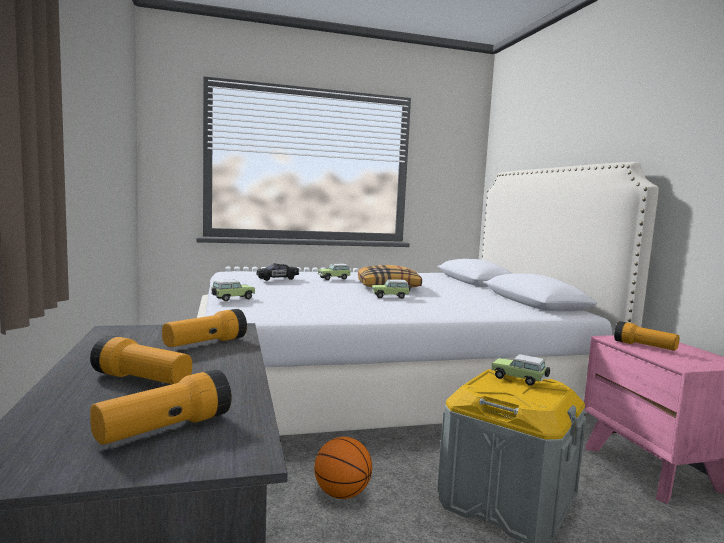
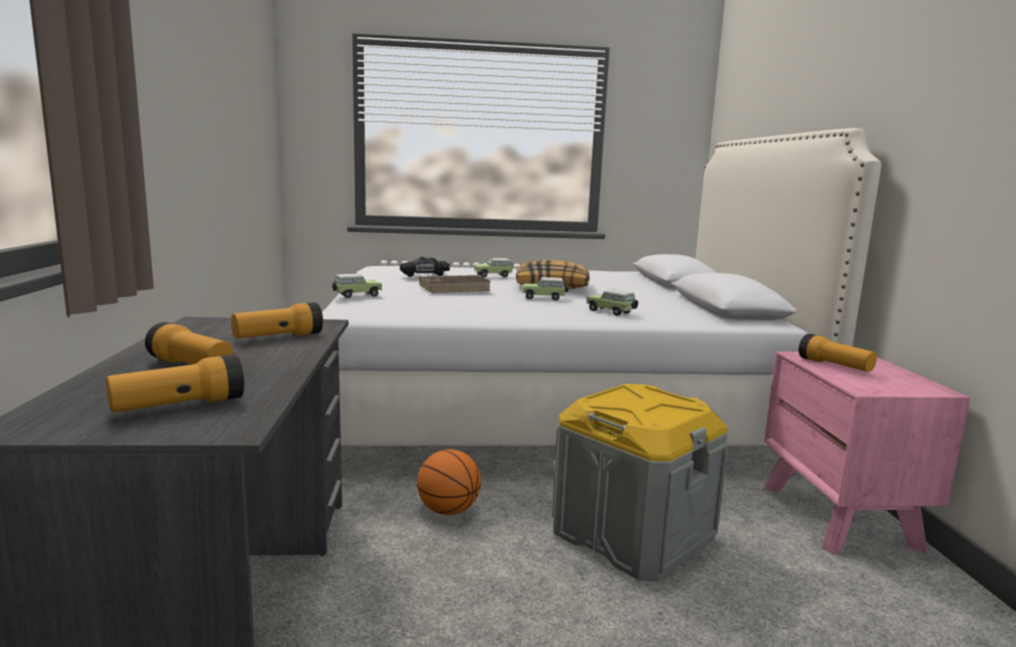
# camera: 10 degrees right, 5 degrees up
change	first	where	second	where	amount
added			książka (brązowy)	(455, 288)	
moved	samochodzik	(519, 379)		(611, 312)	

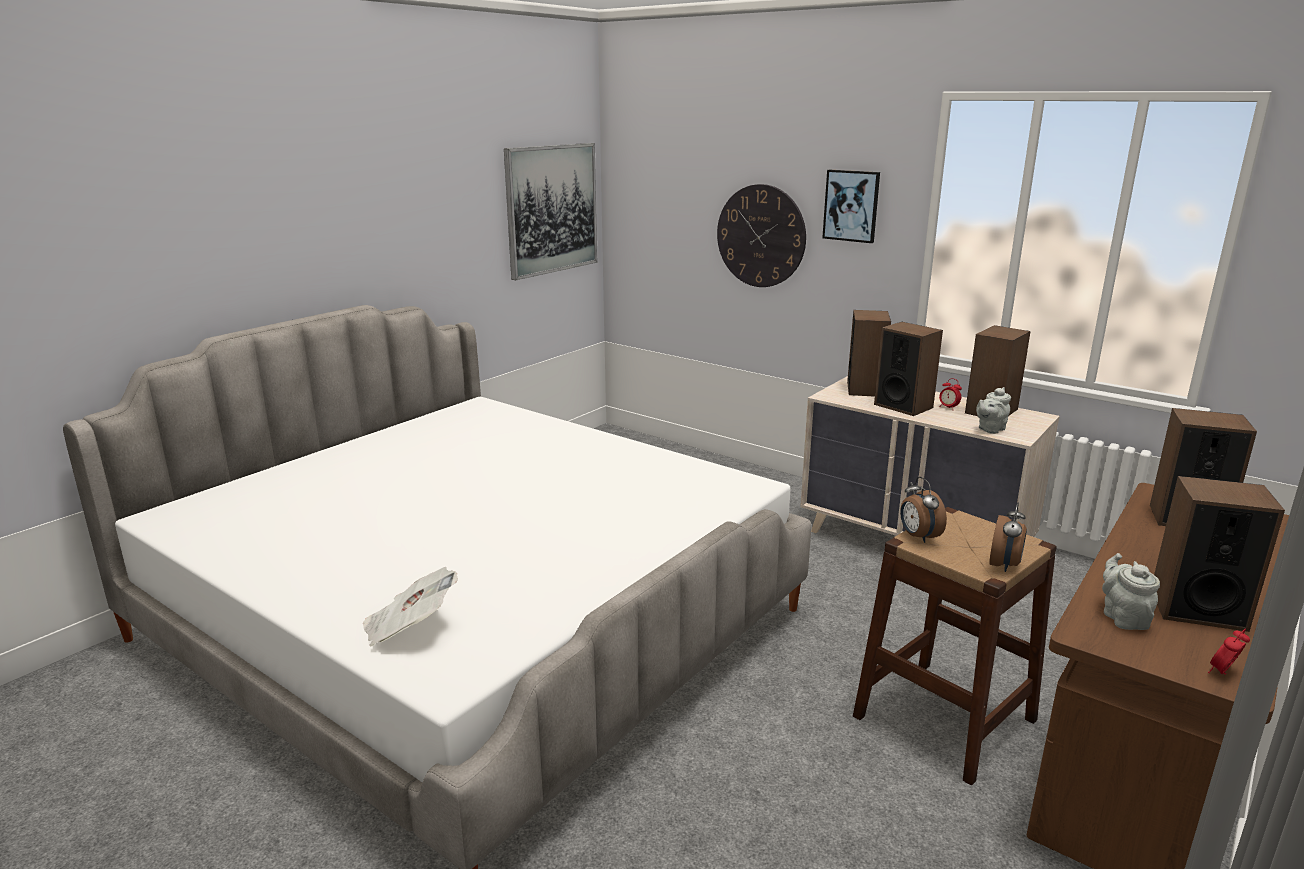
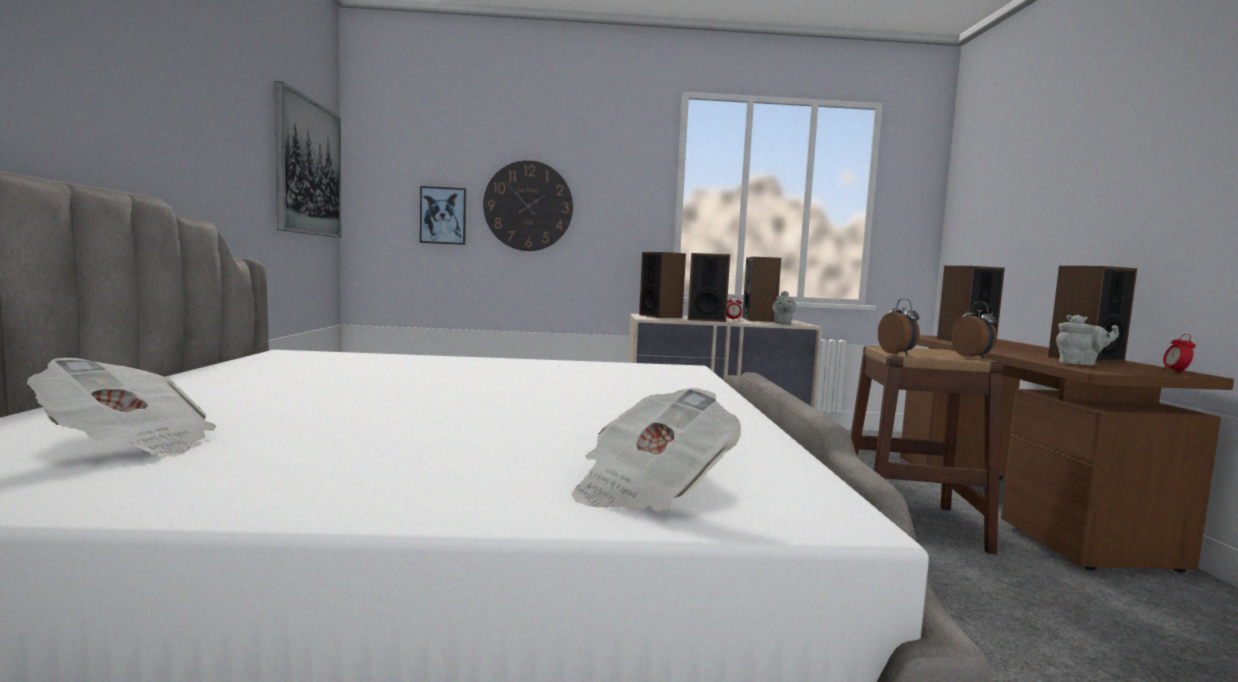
# camera: 40 degrees left, 15 degrees down
change	first	where	second	where	amount
added			gazeta	(131, 445)	
moved	obraz	(851, 206)		(443, 215)	
turned	budzik	(918, 536)		(898, 353)	135 degrees counterclockwise
turned	imbryk (szary)	(1123, 617)		(1080, 364)	150 degrees clockwise

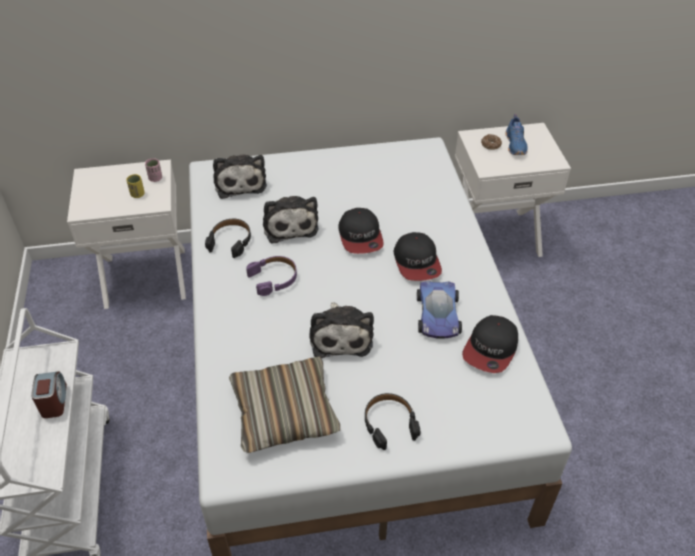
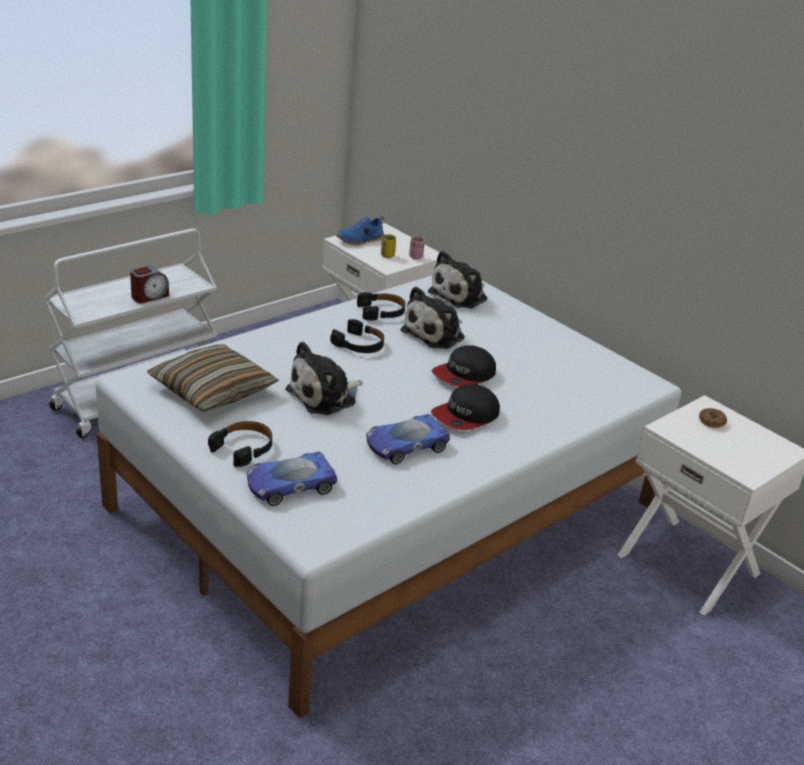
# camera: 55 degrees right, 15 degrees down
change	first	where	second	where	amount
added			samochodzik	(289, 485)	
recoloured	słuchawki (fioletowy)	(274, 278)	słuchawki (czarny)	(359, 344)	
moved	but (niebieski)	(516, 145)		(360, 240)	
removed	czapka z daszkiem	(491, 349)			

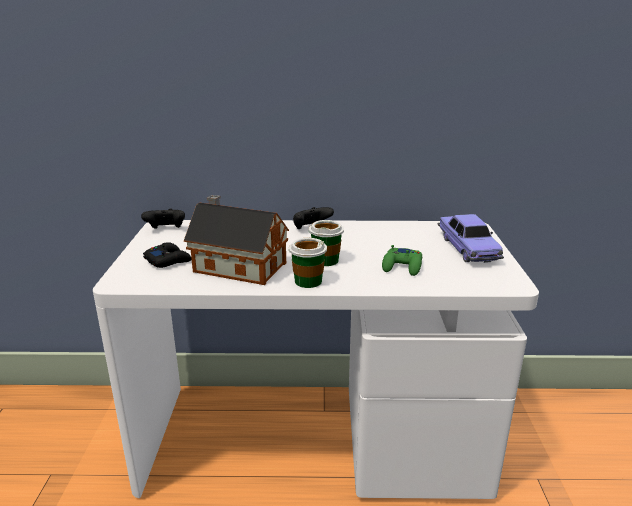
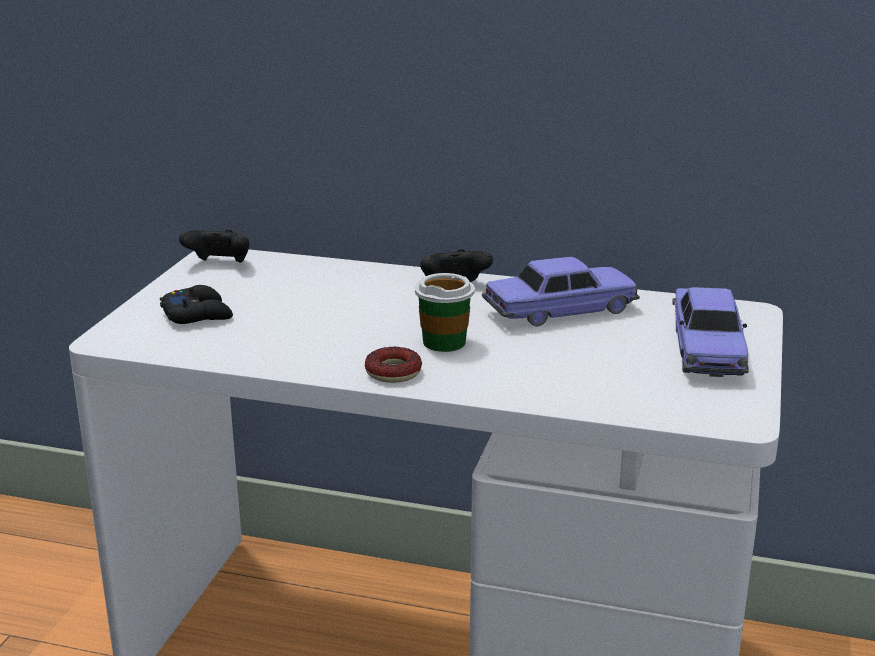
# camera: 15 degrees right, 0 degrees up
change	first	where	second	where	amount
replaced	filiżanka	(308, 281)	donut	(393, 372)	
added			samochodzik	(560, 311)	
removed	domek	(237, 266)			
removed	pad do gier (zielony)	(402, 266)			

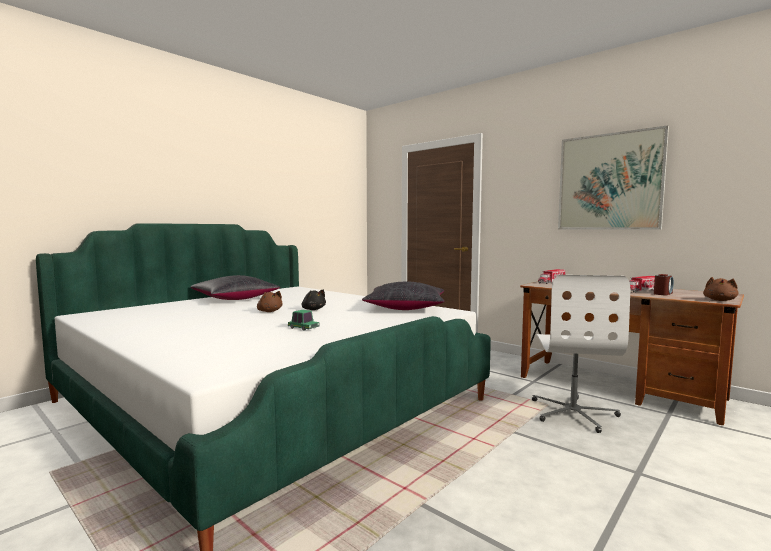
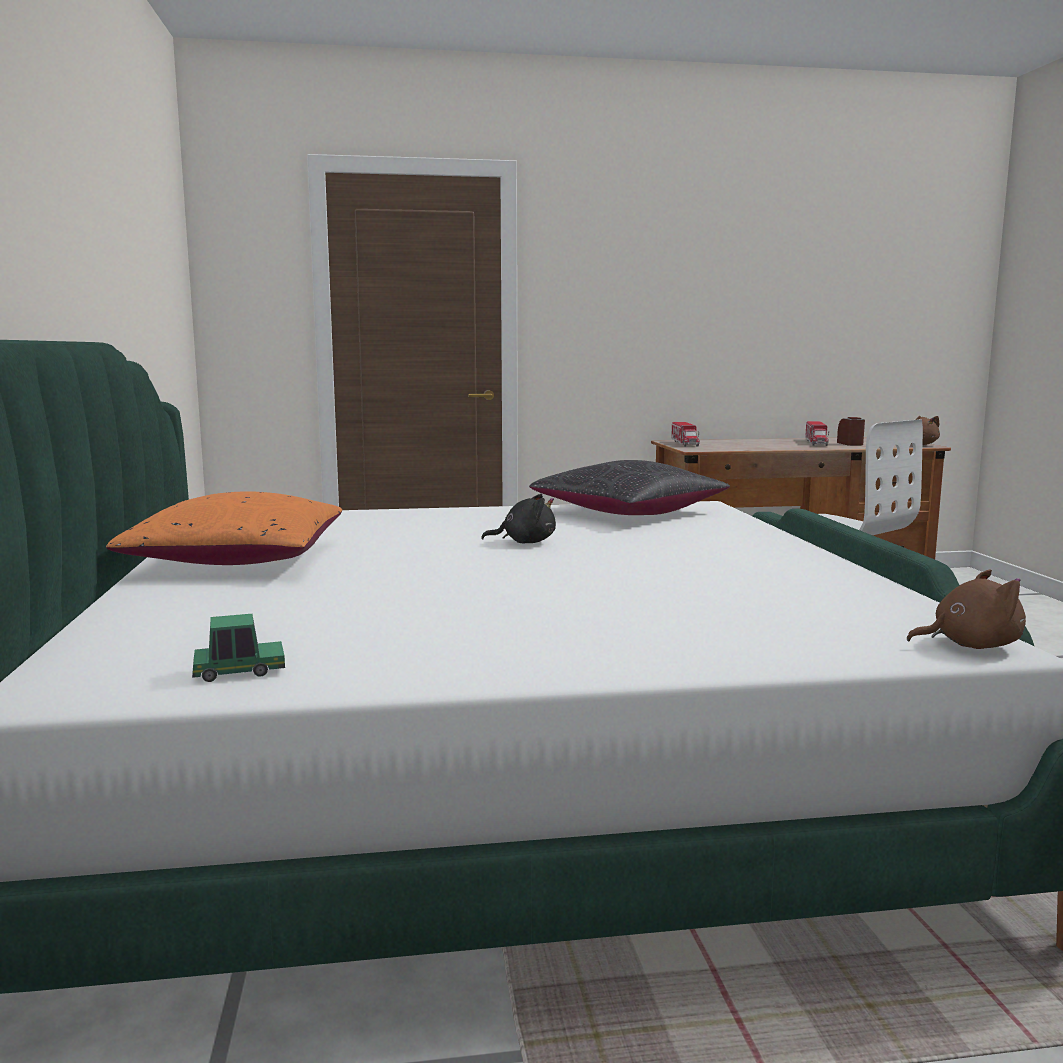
# camera: 50 degrees left, 5 degrees up
change	first	where	second	where	amount
recoloured	poduszka (czarny)	(235, 299)	poduszka (pomarańczowy)	(238, 560)	
moved	samochodzik	(303, 328)		(239, 671)	
moved	pluszak (brązowy)	(269, 311)		(970, 645)	
removed	obraz	(609, 182)			

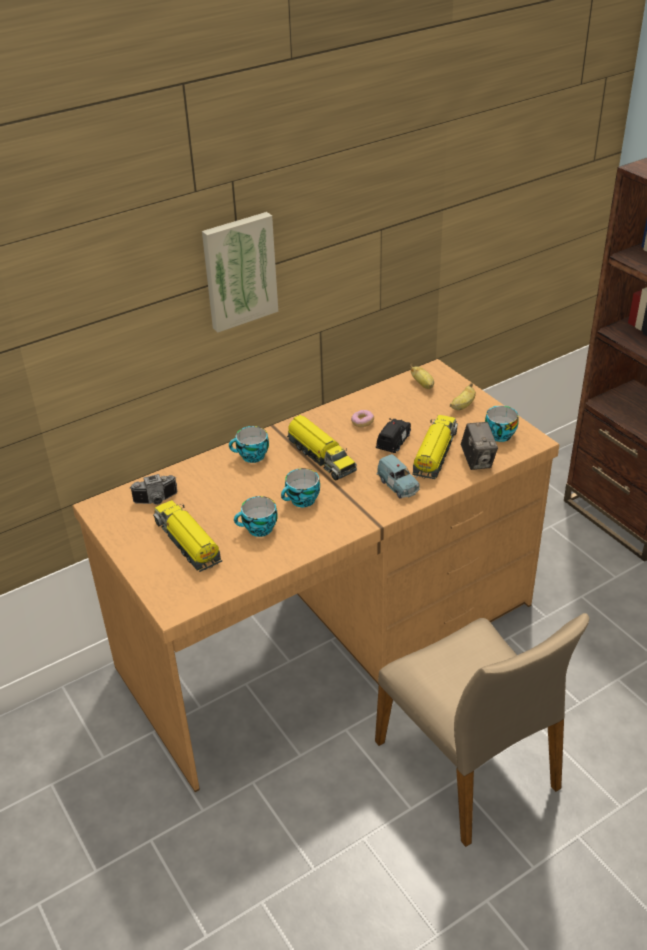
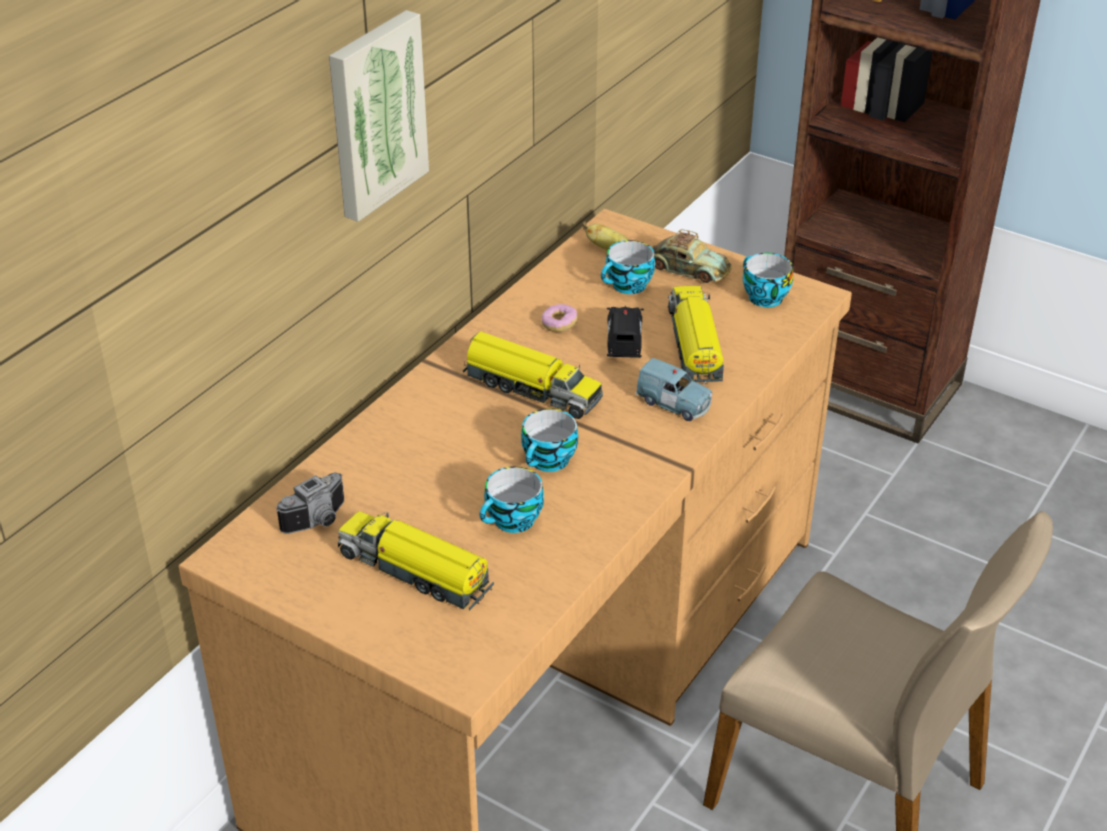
# camera: 25 degrees left, 0 degrees up
change	first	where	second	where	amount
moved	filiżanka	(251, 456)		(628, 286)	
replaced	banan	(462, 406)	samochodzik	(686, 269)	
removed	aparat fotograficzny	(477, 461)			

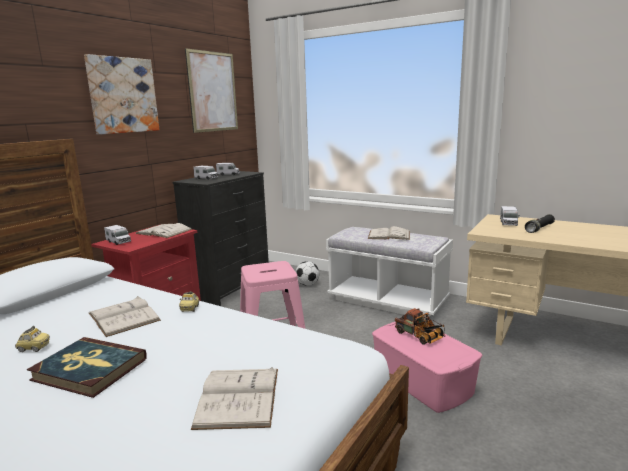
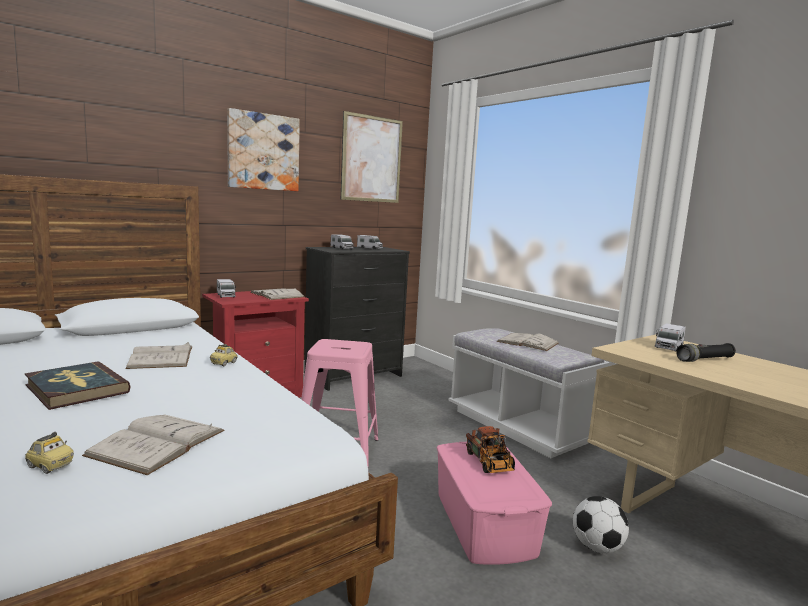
# camera: 20 degrees right, 5 degrees down
change	first	where	second	where	amount
moved	samochodzik	(34, 348)		(49, 466)	
moved	piłka futbolowa	(307, 284)		(597, 547)	

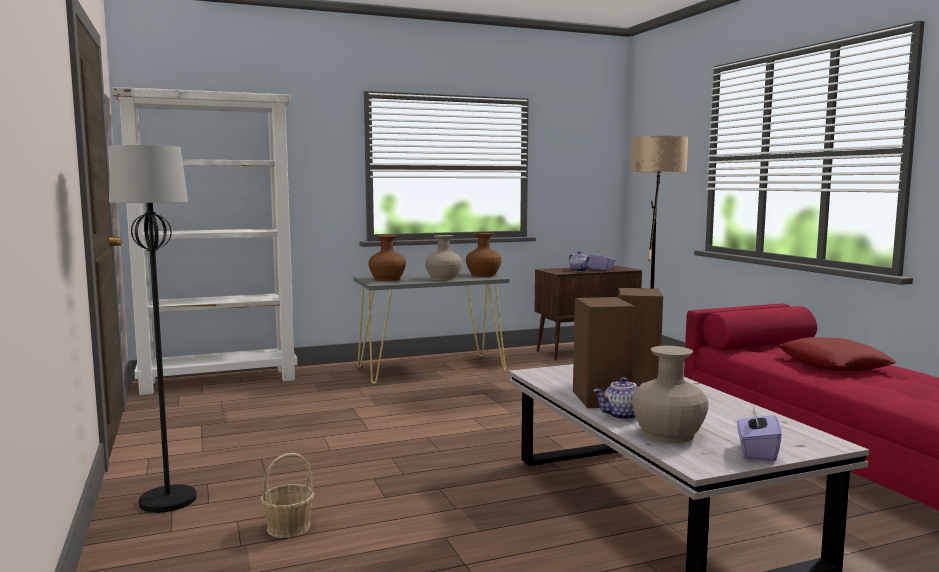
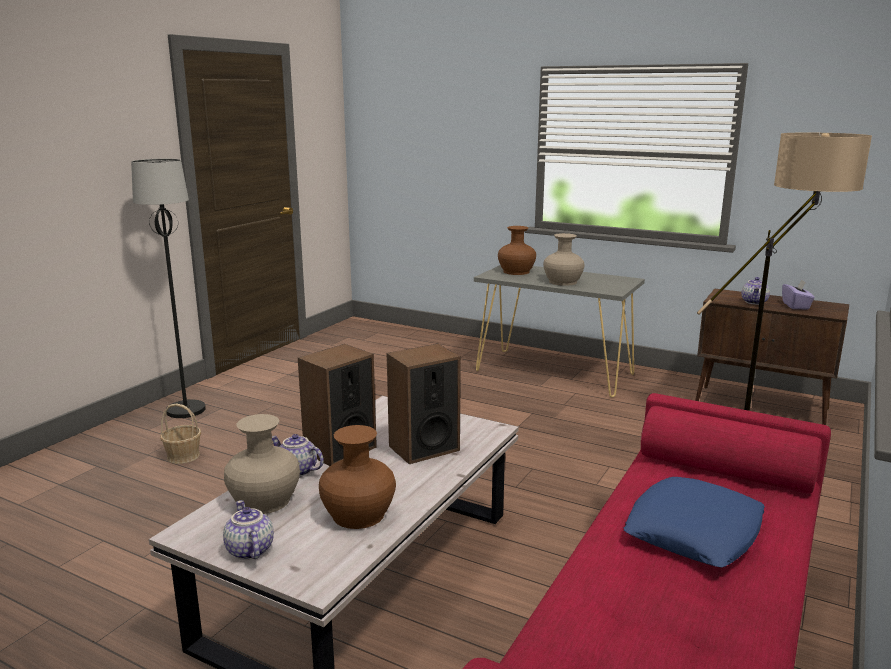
# camera: 50 degrees right, 10 degrees up
change	first	where	second	where	amount
replaced	pudełko chusteczek (fioletowy)	(756, 452)	imbryk	(248, 550)	
moved	wazon (brązowy)	(483, 275)		(358, 514)	
recoloured	poduszka (czerwony)	(833, 364)	poduszka (niebieski)	(694, 532)	
removed	regał (biały)	(220, 380)			

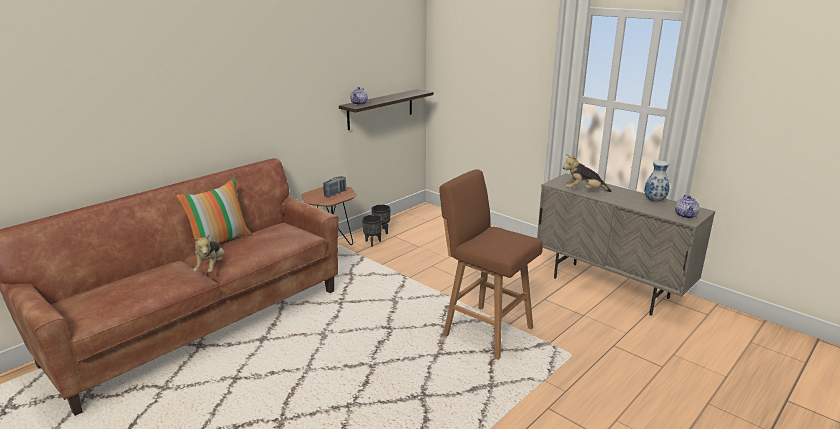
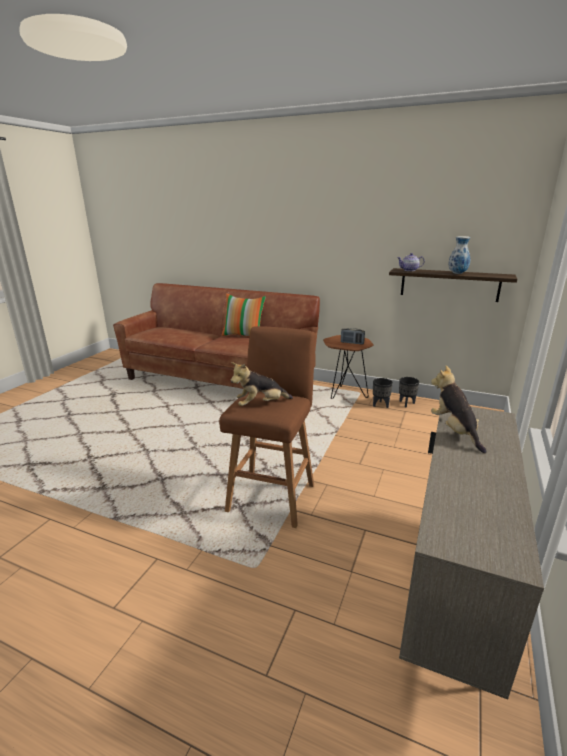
# camera: 70 degrees right, 0 degrees up
change	first	where	second	where	amount
moved	pluszak	(211, 268)		(261, 404)	
moved	wazon	(655, 201)		(457, 273)	
removed	imbryk	(686, 215)			

